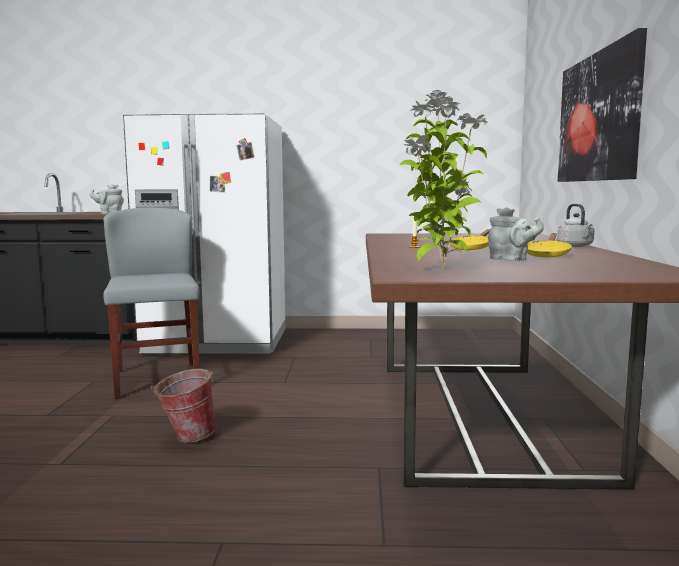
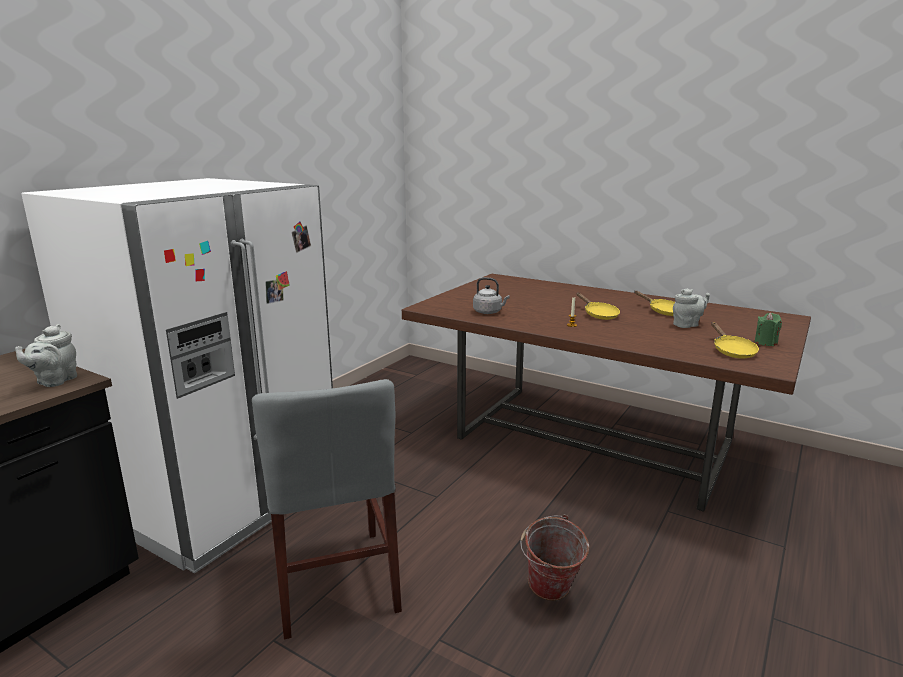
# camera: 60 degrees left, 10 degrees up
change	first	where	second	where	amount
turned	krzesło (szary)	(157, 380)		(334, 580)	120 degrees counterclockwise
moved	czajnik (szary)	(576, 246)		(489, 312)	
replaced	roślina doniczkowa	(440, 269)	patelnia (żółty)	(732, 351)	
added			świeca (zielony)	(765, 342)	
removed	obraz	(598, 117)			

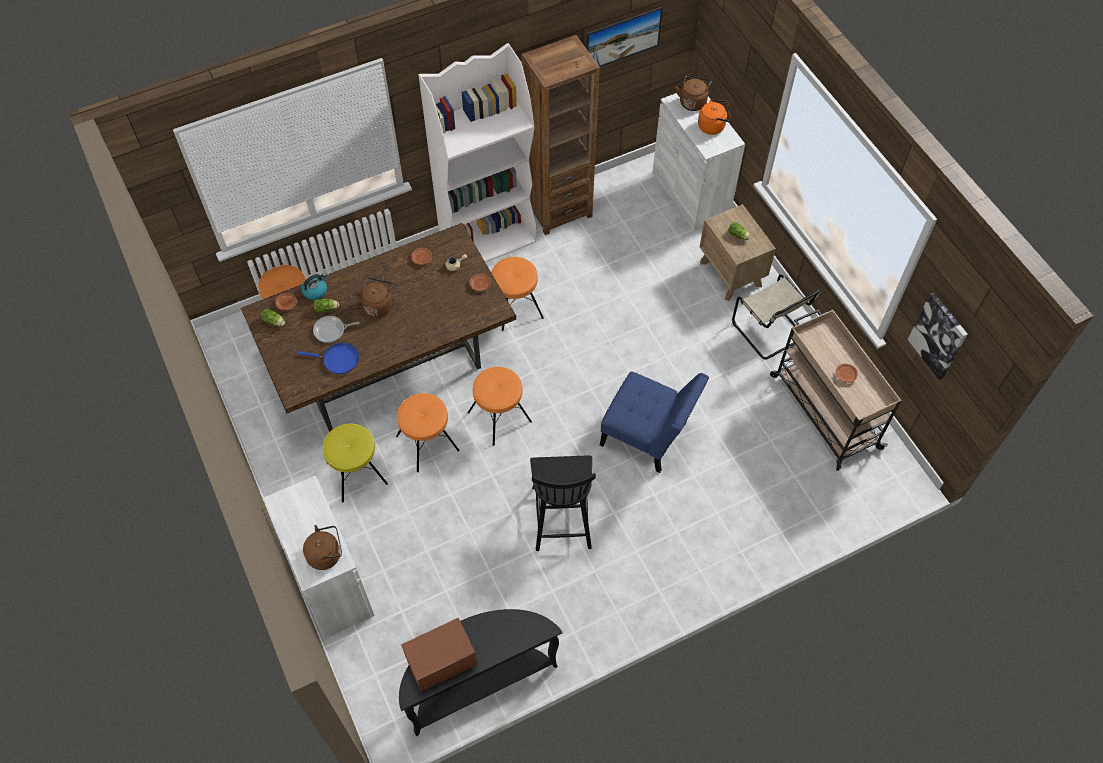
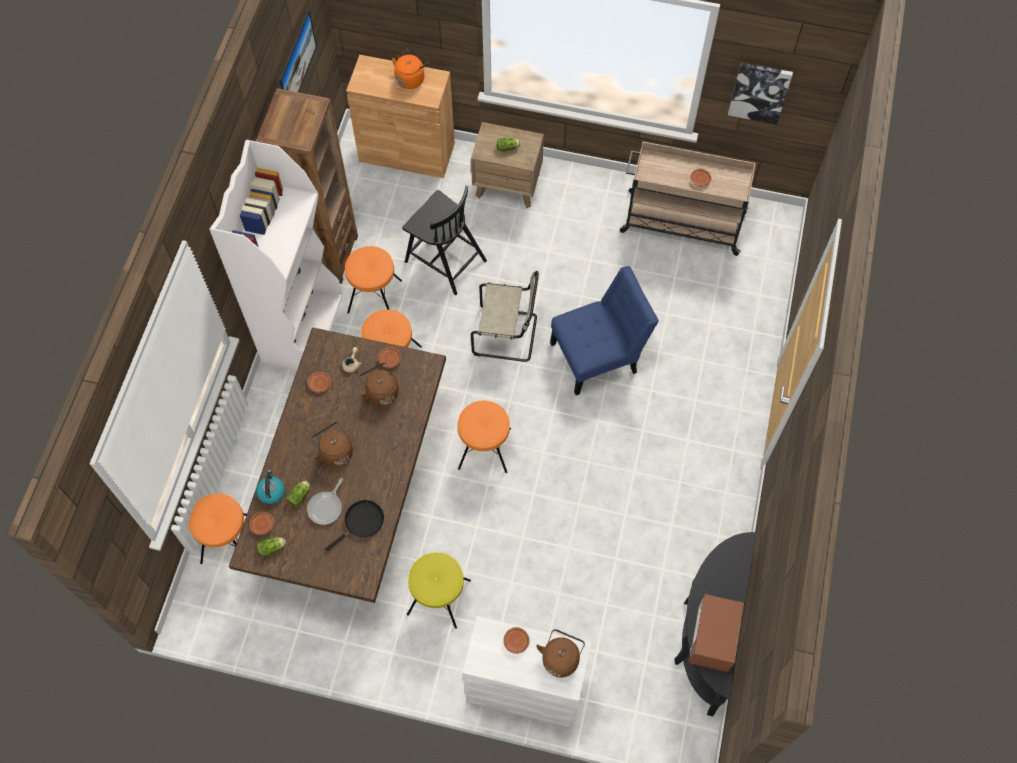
# camera: 50 degrees left, 5 degrees up
change	first	where	second	where	amount
recoloured	patelnia (niebieski)	(338, 359)	patelnia (czarny)	(362, 522)	
moved	stołek (pomarańczowy)	(427, 443)		(375, 296)	
recoloured	szafka (biały)	(690, 194)	szafka (brązowy)	(407, 152)	
moved	czajnik (brązowy)	(692, 101)		(381, 391)	
moved	krzesło (czarny)	(561, 515)		(444, 260)	
moved	krzesło (beżowy)	(770, 332)		(508, 335)	
added			talerz (brązowy)	(516, 642)	

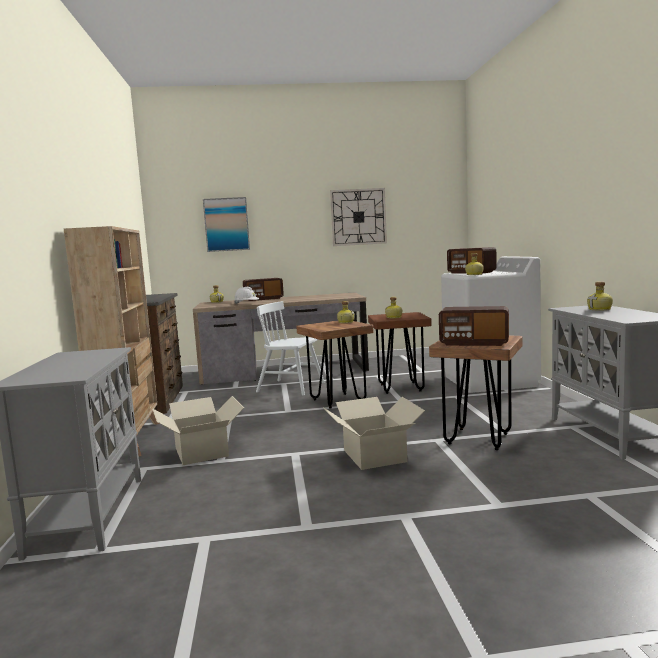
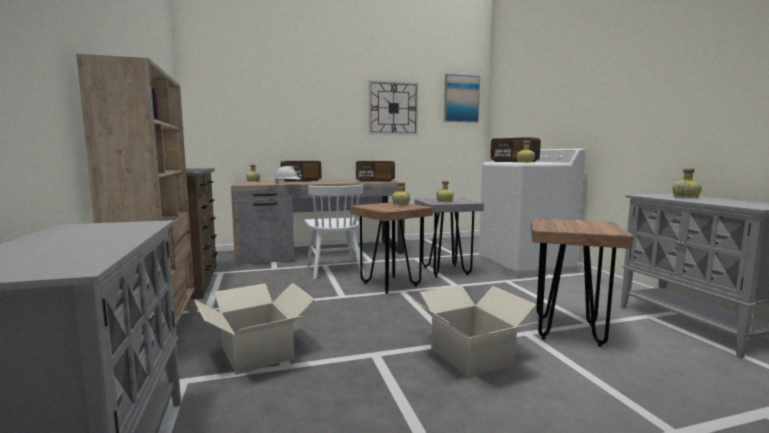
# camera: 10 degrees left, 0 degrees up
change	first	where	second	where	amount
turned	krzesło (biały)	(291, 387)		(334, 269)	120 degrees counterclockwise
moved	radio	(474, 343)		(375, 181)	
recoloured	stołek (brązowy)	(400, 388)	stołek (szary)	(445, 271)	
moved	obraz	(226, 224)		(461, 99)	

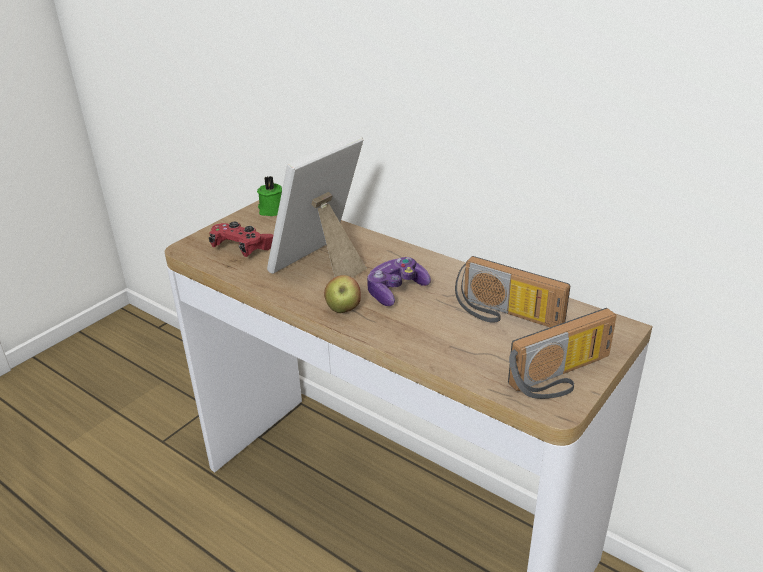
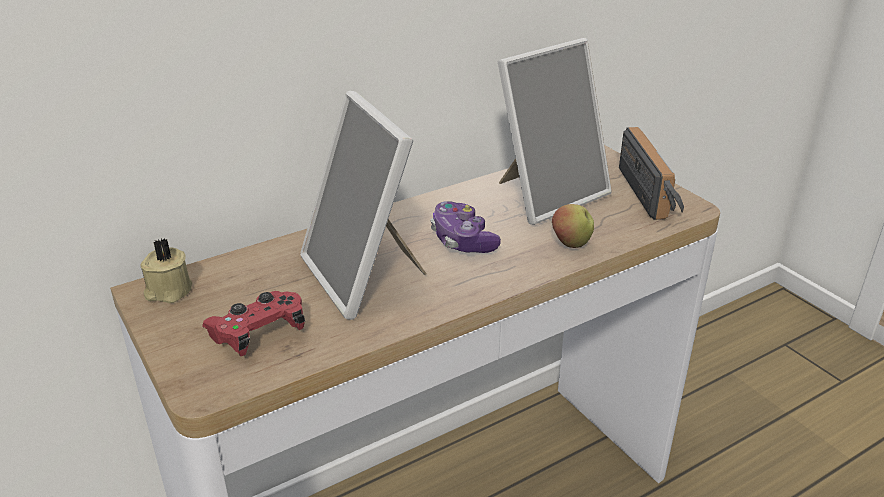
# camera: 70 degrees left, 0 degrees up
change	first	where	second	where	amount
recoloured	świeca (zielony)	(271, 210)	świeca (beżowy)	(168, 291)	
replaced	radio	(505, 315)	ramka na zdjęcie	(547, 195)	
moved	jabłko	(343, 309)		(570, 244)	

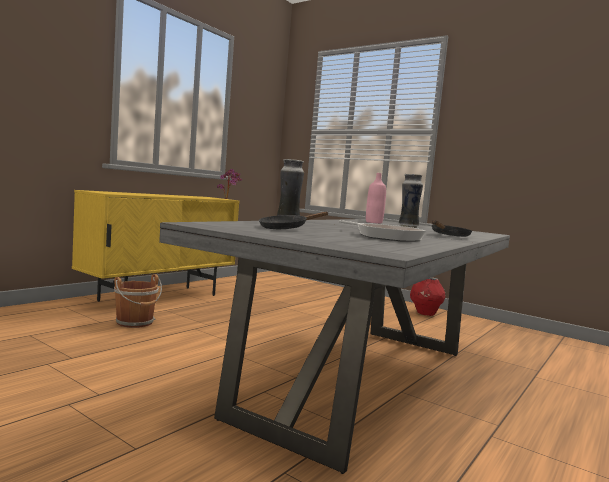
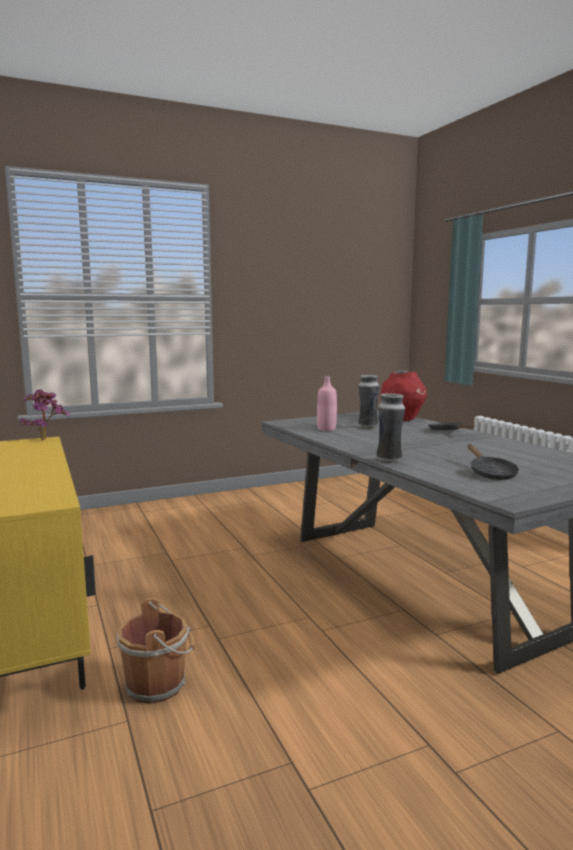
# camera: 60 degrees left, 5 degrees up
change	first	where	second	where	amount
moved	wazon (czerwony)	(425, 313)		(403, 419)	
removed	patelnia	(385, 237)			

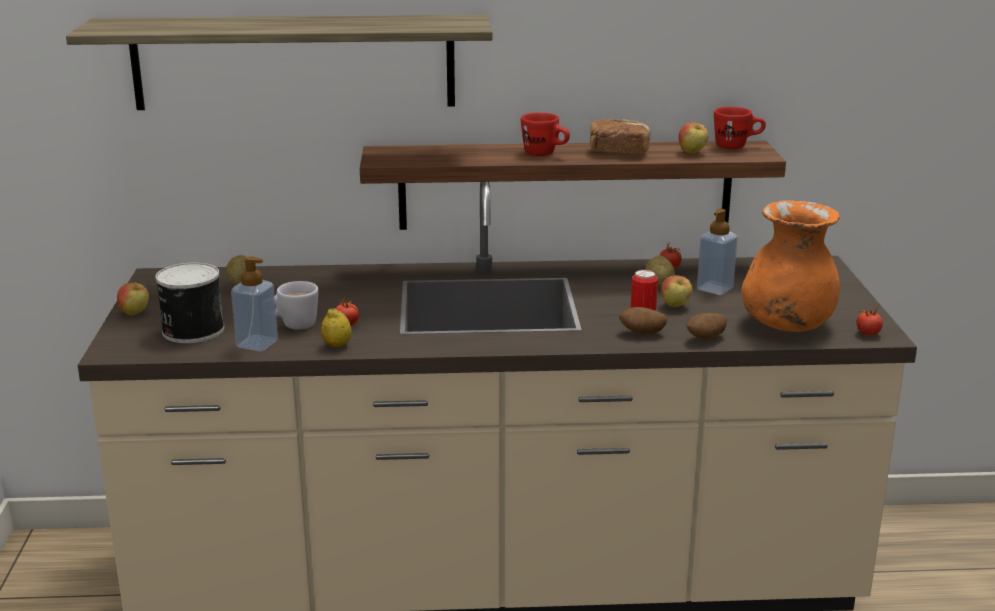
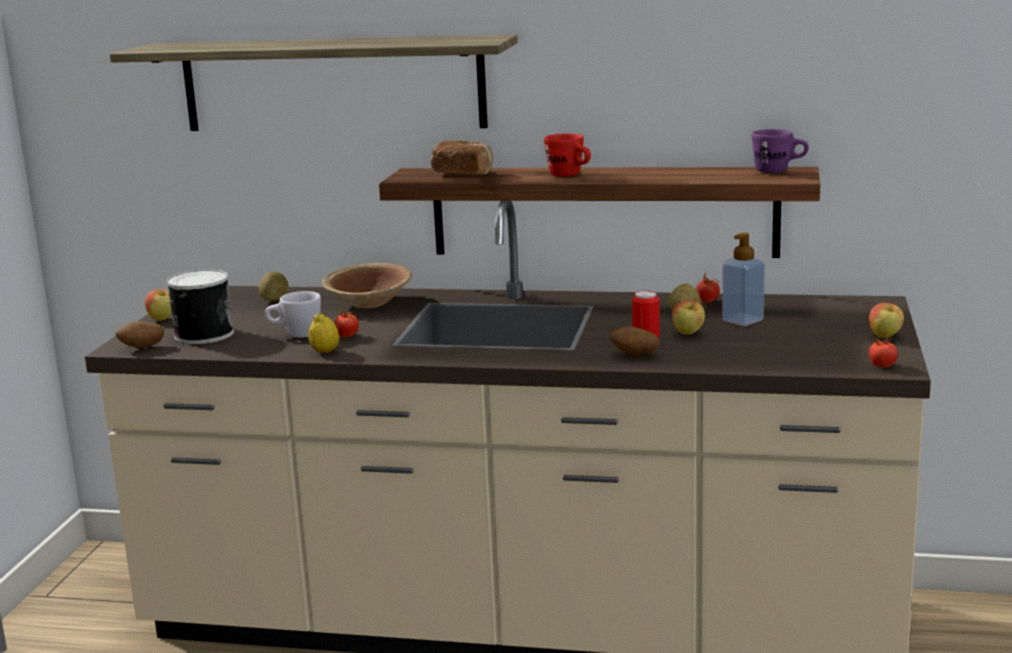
# camera: 15 degrees right, 5 degrees down
change	first	where	second	where	amount
moved	ziemniak	(706, 339)		(142, 348)	
added			miska (brązowy)	(369, 303)	
moved	chleb	(618, 152)		(463, 174)	
recoloured	kubek (czerwony)	(737, 146)	kubek (fioletowy)	(779, 171)	
moved	jabłko	(692, 153)		(885, 337)	
removed	dozownik mydła	(257, 344)			
removed	wazon (pomarańczowy)	(786, 326)			

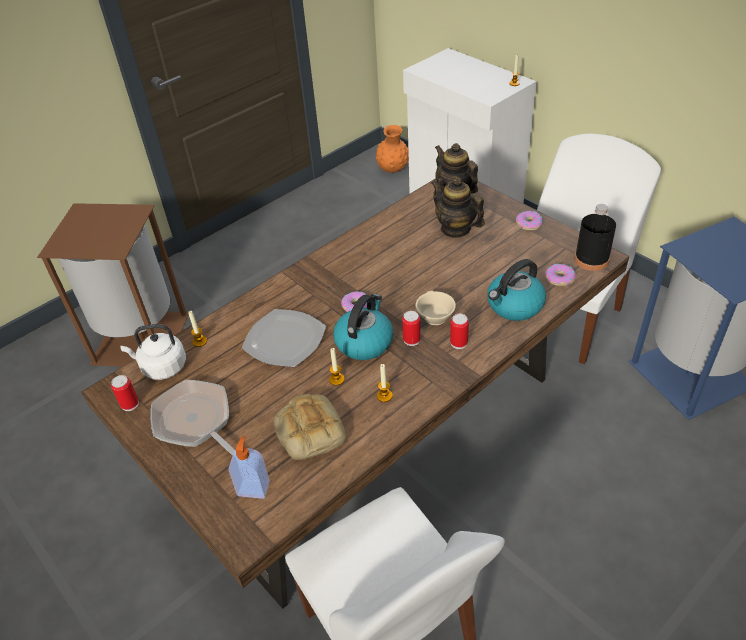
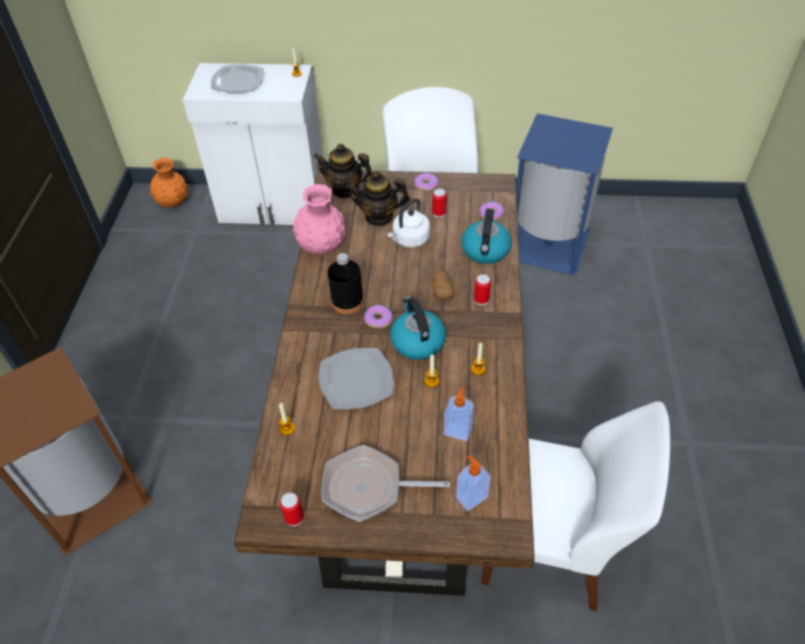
# camera: 45 degrees left, 5 degrees up
change	first	where	second	where	amount
added			talerz	(238, 80)	
added			wazon (różowy)	(322, 247)	
moved	butelka (czarny)	(591, 259)		(347, 301)	
moved	czajnik (biały)	(162, 367)		(409, 240)	
moved	puszka	(411, 340)		(439, 213)	
replaced	filiżanka (beżowy)	(433, 316)	ziemniak	(442, 292)	
replaced	chleb	(308, 431)	dozownik mydła	(458, 430)	

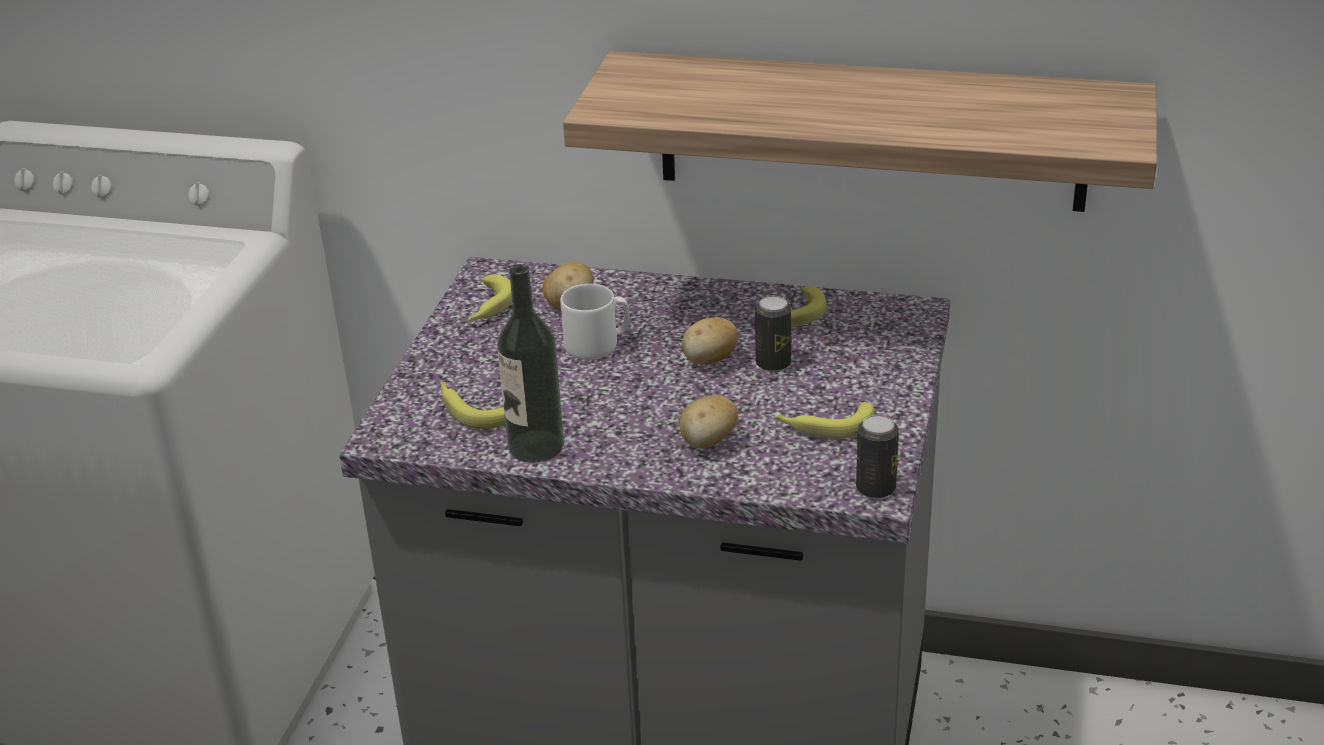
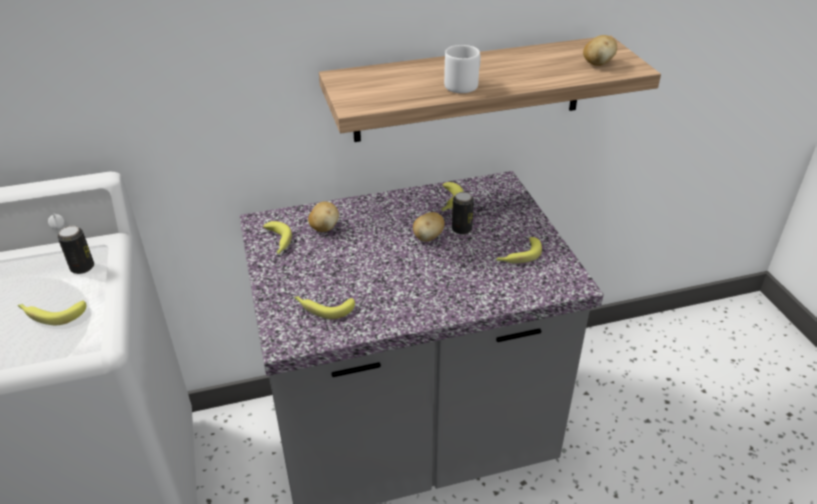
# camera: 30 degrees left, 5 degrees up
change	first	where	second	where	amount
added			banan	(51, 314)	
moved	puszka	(875, 488)		(82, 267)	
moved	kubek (biały)	(598, 345)		(464, 85)	
moved	ziemniak	(708, 442)		(598, 64)	
removed	butelka	(536, 446)			

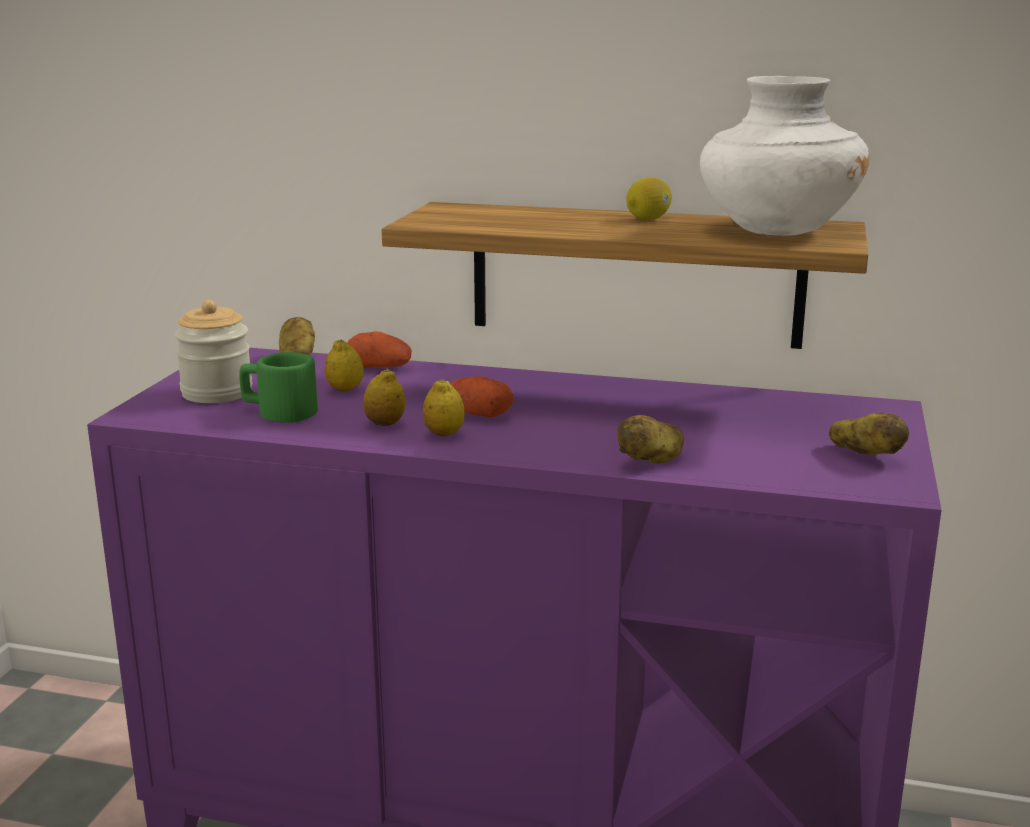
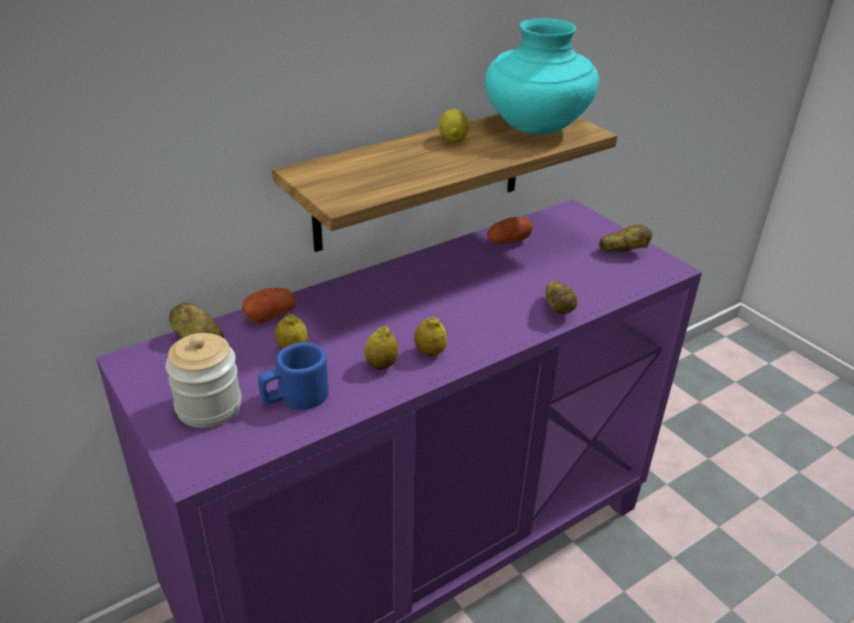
# camera: 50 degrees left, 15 degrees up
change	first	where	second	where	amount
recoloured	kubek (zielony)	(278, 412)	kubek (niebieski)	(294, 397)	
recoloured	wazon (biały)	(776, 230)	wazon (turkusowy)	(535, 127)	
moved	ziemniak	(477, 414)		(508, 241)	

